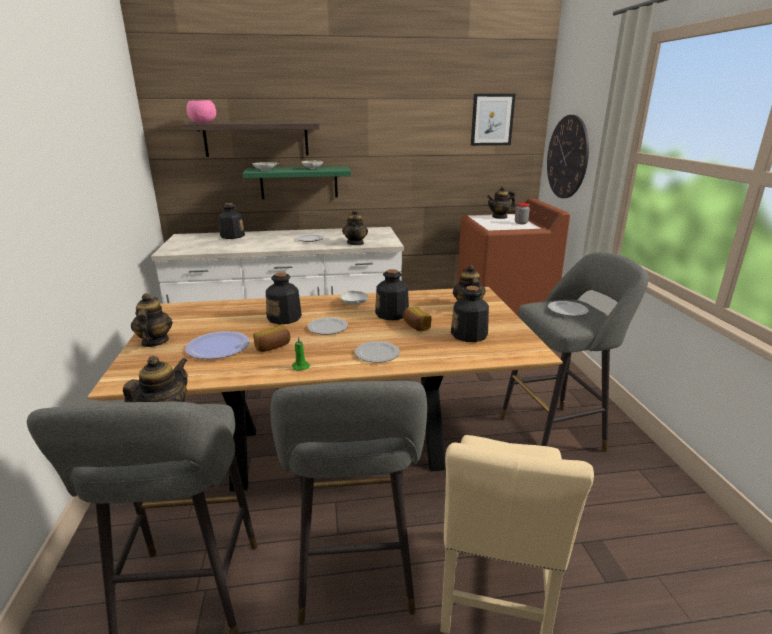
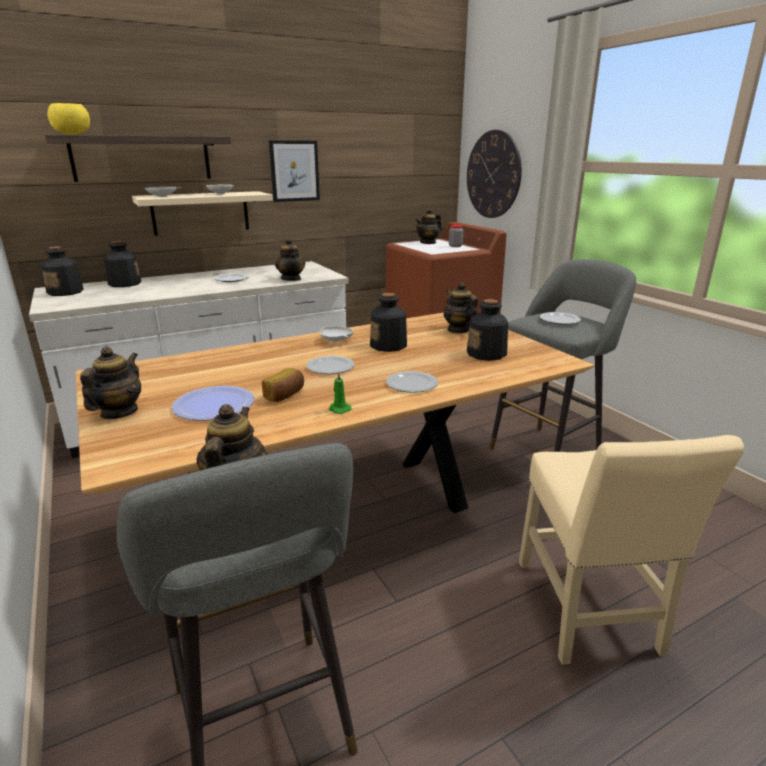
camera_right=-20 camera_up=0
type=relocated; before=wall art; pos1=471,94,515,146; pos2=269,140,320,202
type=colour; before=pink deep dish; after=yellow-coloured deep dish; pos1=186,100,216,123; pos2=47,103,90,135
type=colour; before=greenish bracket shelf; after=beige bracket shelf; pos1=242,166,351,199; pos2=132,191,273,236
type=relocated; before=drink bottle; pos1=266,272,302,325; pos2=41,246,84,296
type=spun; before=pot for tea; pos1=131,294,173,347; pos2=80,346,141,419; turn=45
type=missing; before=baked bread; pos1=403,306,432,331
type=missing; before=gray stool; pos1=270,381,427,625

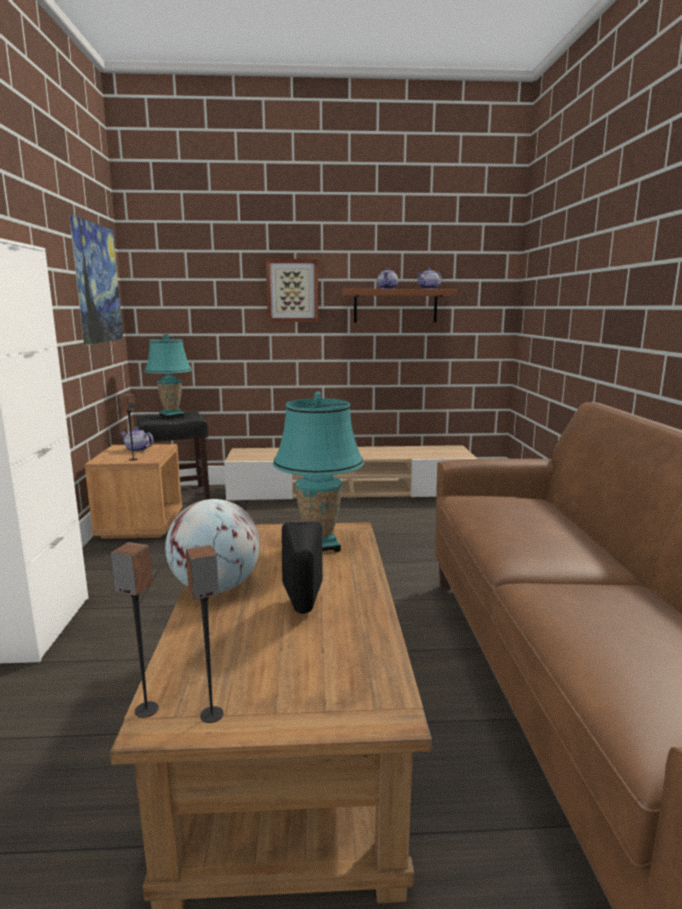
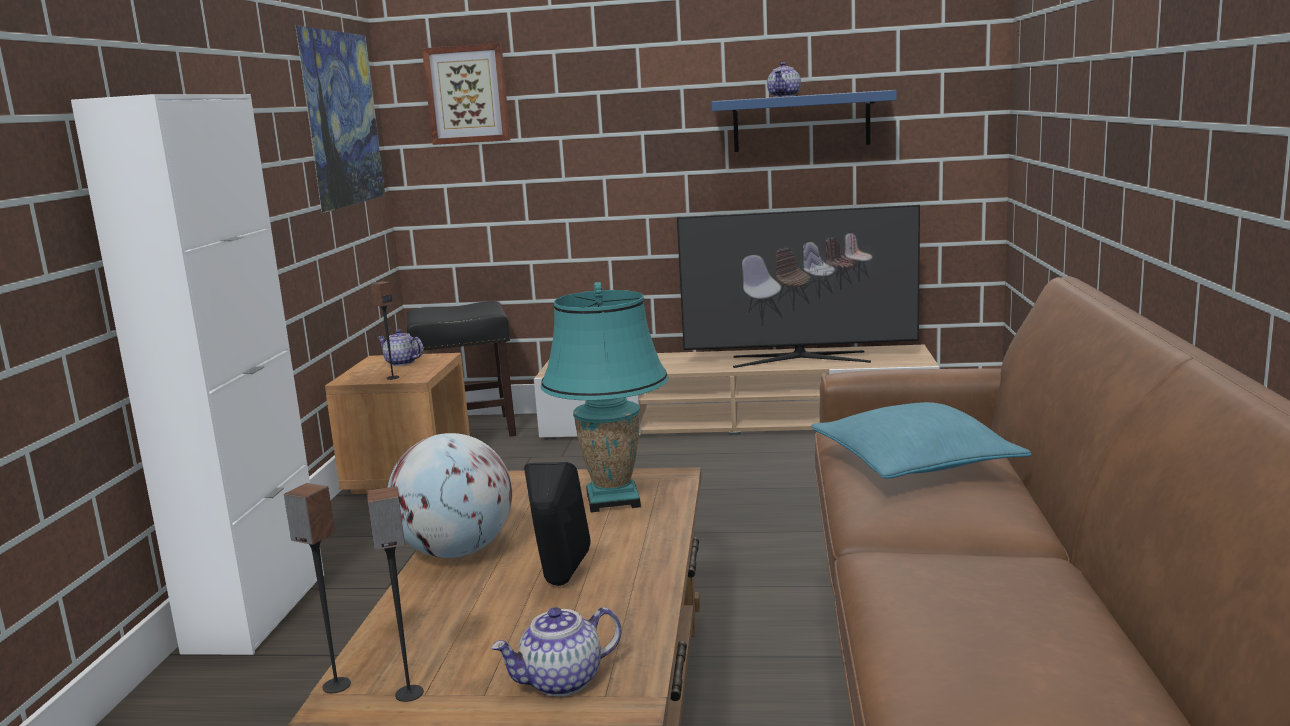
camera_right=10 camera_up=0
type=relocated; before=wall art; pos1=266,259,318,322; pos2=422,43,510,145
type=relocated; before=pot for tea; pos1=416,268,442,289; pos2=491,607,621,696
type=colour; before=brownish bracket shelf; after=blue-coloured bracket shelf; pos1=342,289,457,323; pos2=711,90,897,152
type=missing; before=blue-green tabletop lamp; pos1=144,334,192,419
type=appeared; after=TV; pos2=677,205,920,368
type=appeared; after=blue-green throw pillow; pos2=811,402,1032,479

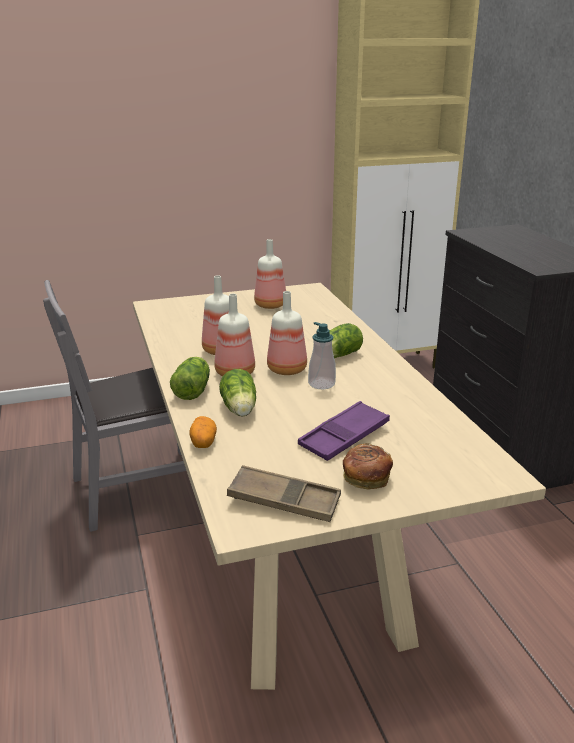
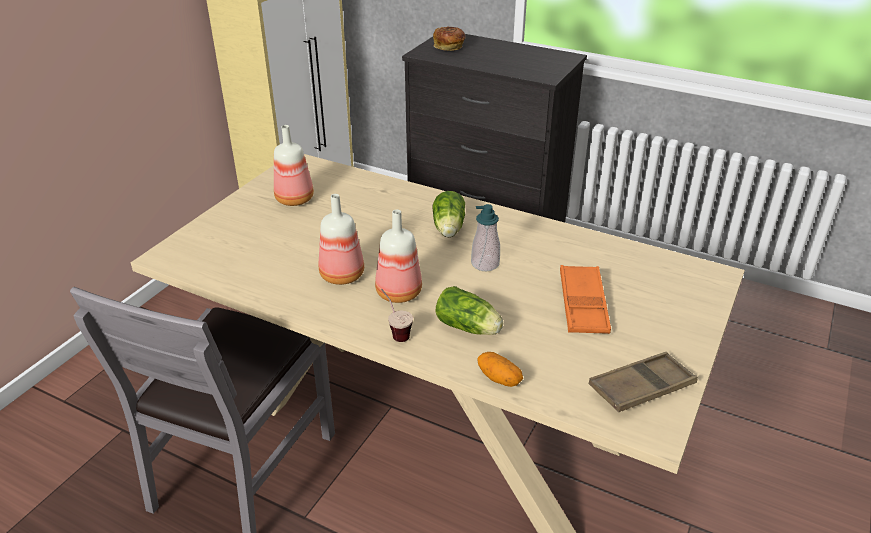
camera_right=-45 camera_up=10
type=missing; before=drink bottle; pos1=267,291,307,375
type=exchanged; before=lettuce; after=drinking cup; pos1=170,357,210,400; pos2=381,289,413,342
type=colour; before=purplish serving tray; after=orangey serving tray; pos1=298,401,390,461; pos2=560,265,611,334
type=relocated; before=baked bread; pos1=343,443,393,490; pos2=433,26,465,51

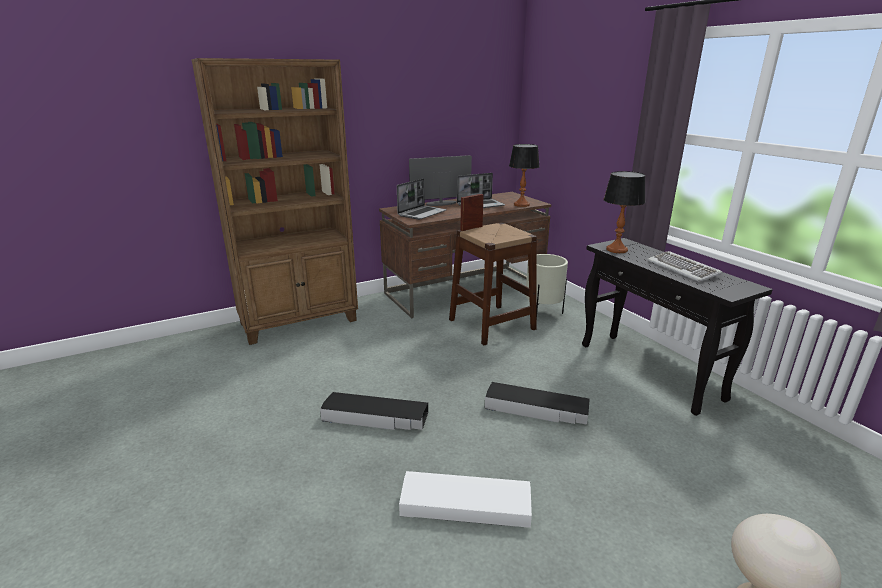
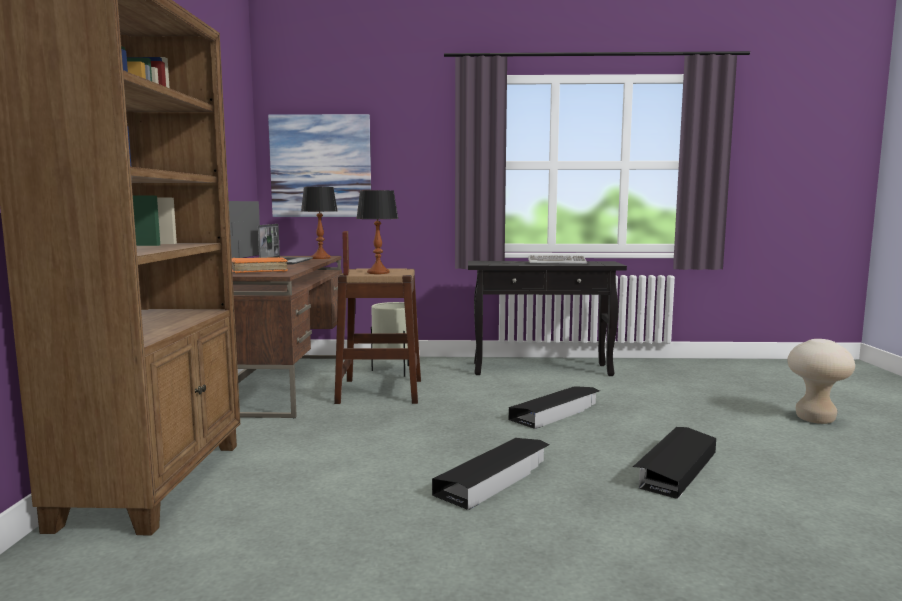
camera_right=-60 camera_up=-15
type=relocated; before=tabletop lamp; pos1=603,171,645,253; pos2=356,190,399,274
type=exchanged; before=portable computer; after=orangey volume; pos1=397,178,447,220; pos2=232,257,288,273
type=colour; before=white-coloured storage container; after=blackish storage container; pos1=399,471,532,528; pos2=633,427,716,499
type=appeared; after=wall art; pos2=268,114,371,217

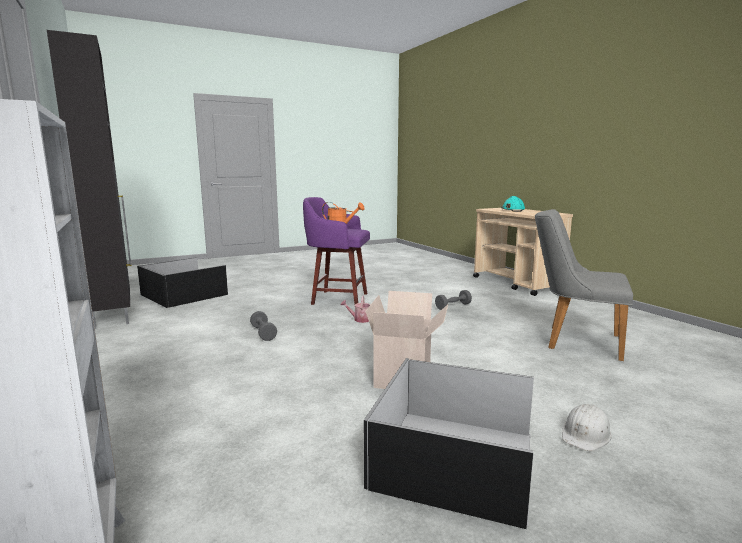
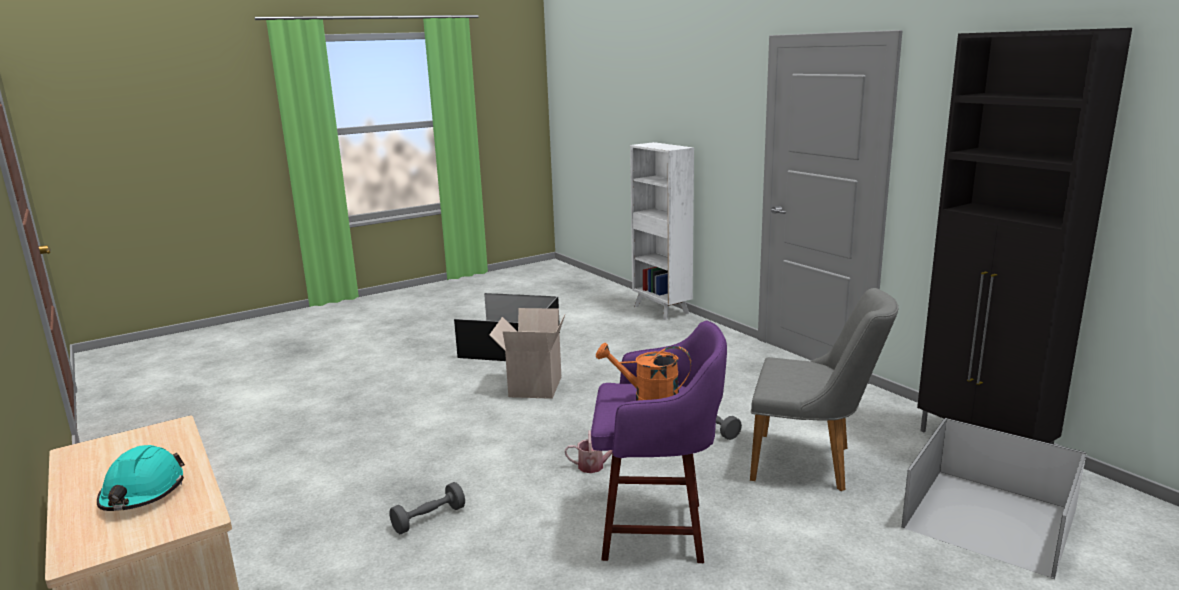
camera_right=175 camera_up=5
type=relocated; before=gray chair; pos1=535,209,633,361; pos2=750,288,898,491
type=colour; before=blackish storage container; after=white-coloured storage container; pos1=137,257,228,308; pos2=902,418,1087,579
type=missing; before=white-coloured safety helmet; pos1=562,404,612,451

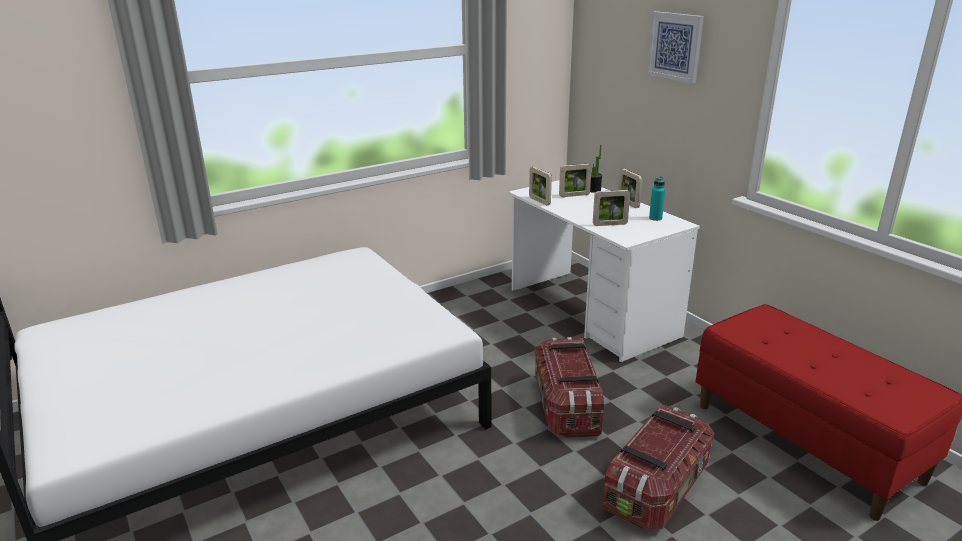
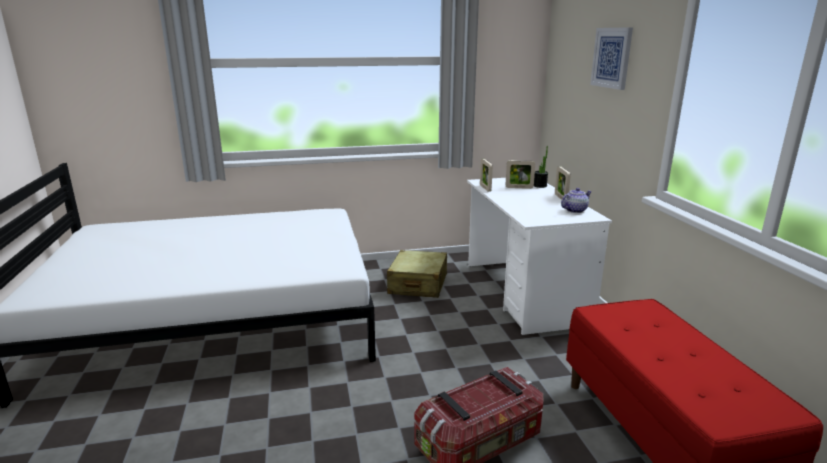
camera_right=20 camera_up=-5
type=exchanged; before=blue-green drink bottle; after=pot for tea; pos1=649,176,665,221; pos2=561,188,592,213
type=missing; before=standing frame; pos1=593,190,630,226
type=missing; before=storage container; pos1=534,337,604,438
type=appeared; after=beige suitcase; pos2=387,250,447,298

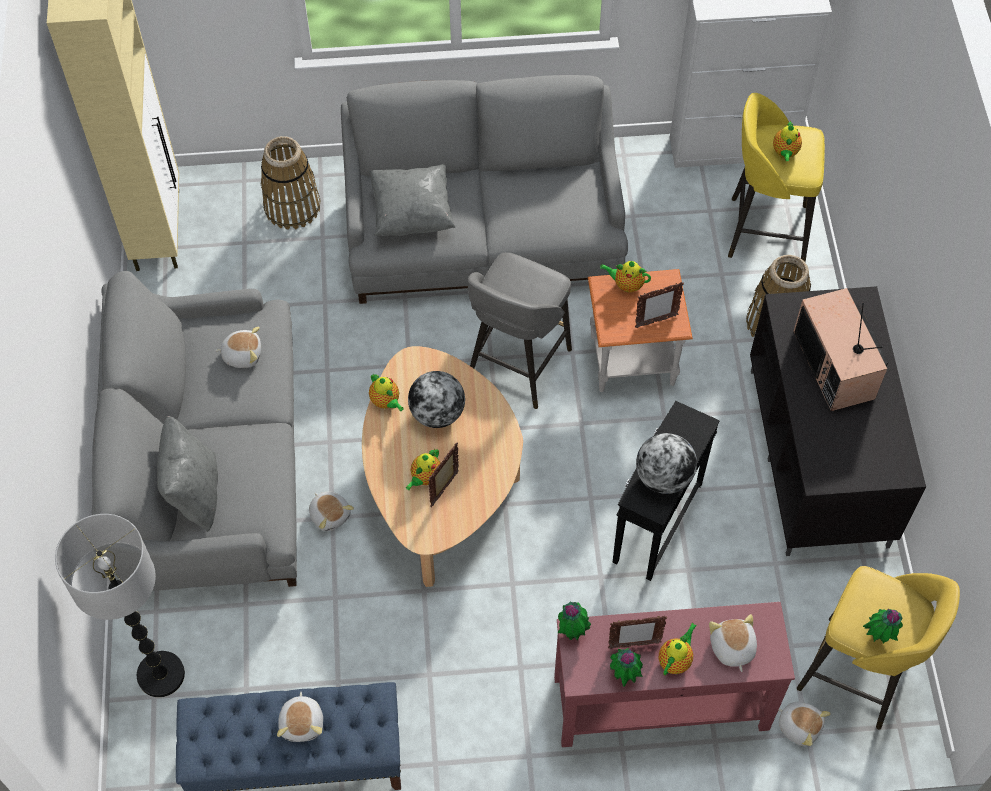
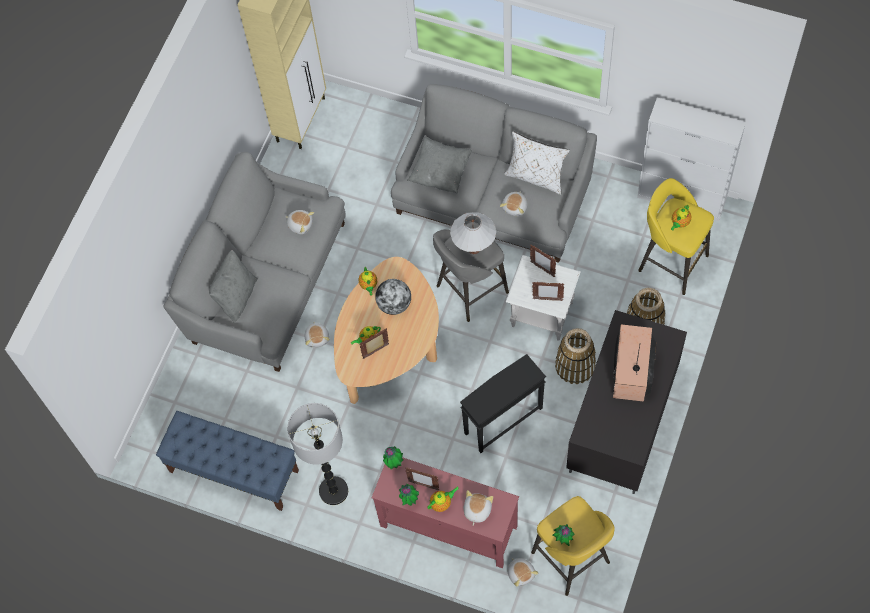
camera_right=30 camera_up=5
type=relocated; before=basket; pos1=261,136,320,230; pos2=555,328,596,384
type=exchanged; before=pot for tea; after=standing frame; pos1=600,261,651,292; pos2=530,244,556,277
type=colour; before=orangey accent table; after=white-coloured accent table; pos1=588,269,693,392; pos2=506,255,580,341
type=missing; before=world globe; pos1=636,433,697,494
type=relocated; before=floor lamp; pos1=55,514,185,697; pos2=287,403,348,505
type=relocated; before=soft toy; pos1=277,692,323,742; pos2=500,191,527,216
type=appeared; after=white-coloured throw pillow; pos2=504,131,570,195
type=appeared; after=white-coloured tabletop lamp; pos2=450,212,496,254

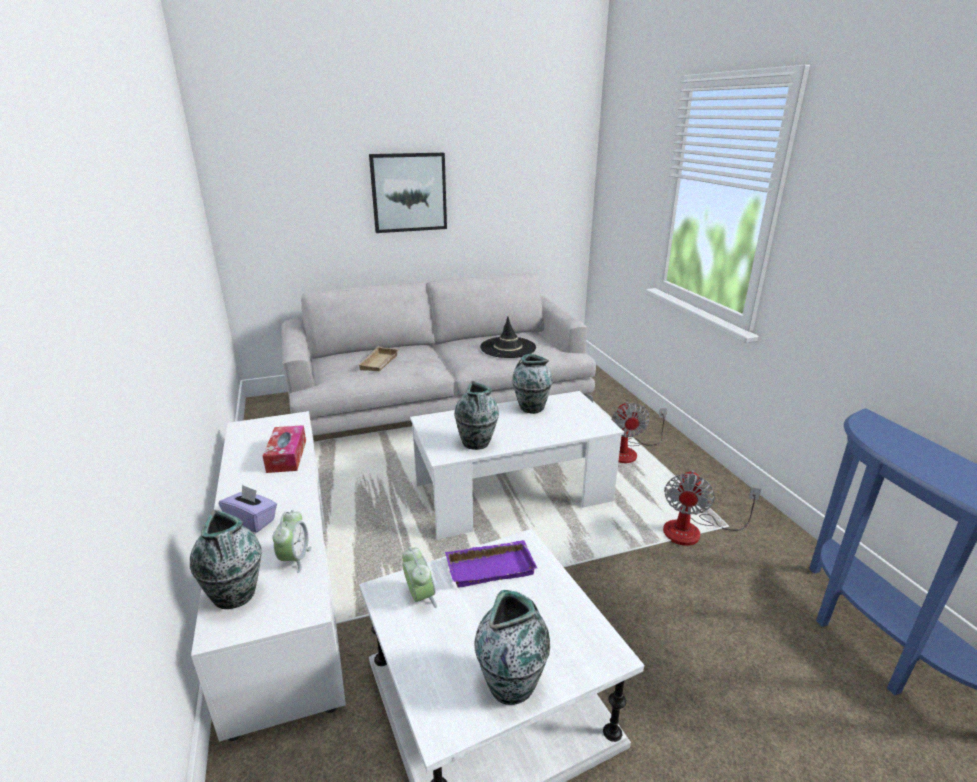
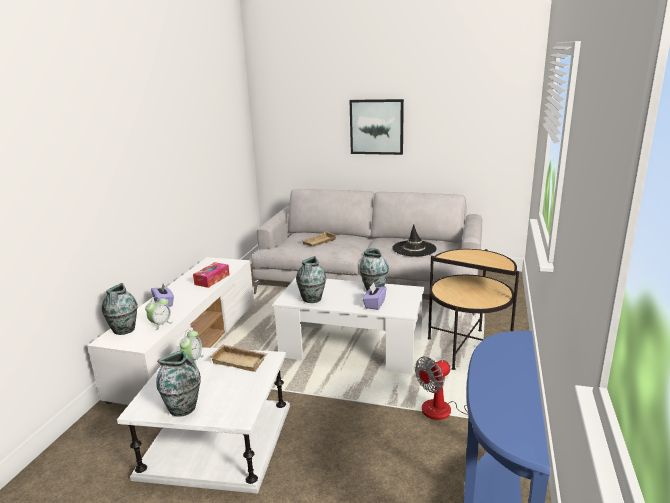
camera_right=35 camera_up=-5
type=exchanged; before=fan; after=accent table; pos1=611,402,667,463; pos2=427,249,519,370
type=colour; before=purplish serving tray; after=beige serving tray; pos1=445,540,537,588; pos2=209,345,268,372
type=appeared; after=purplish box of tissues; pos2=363,283,387,310

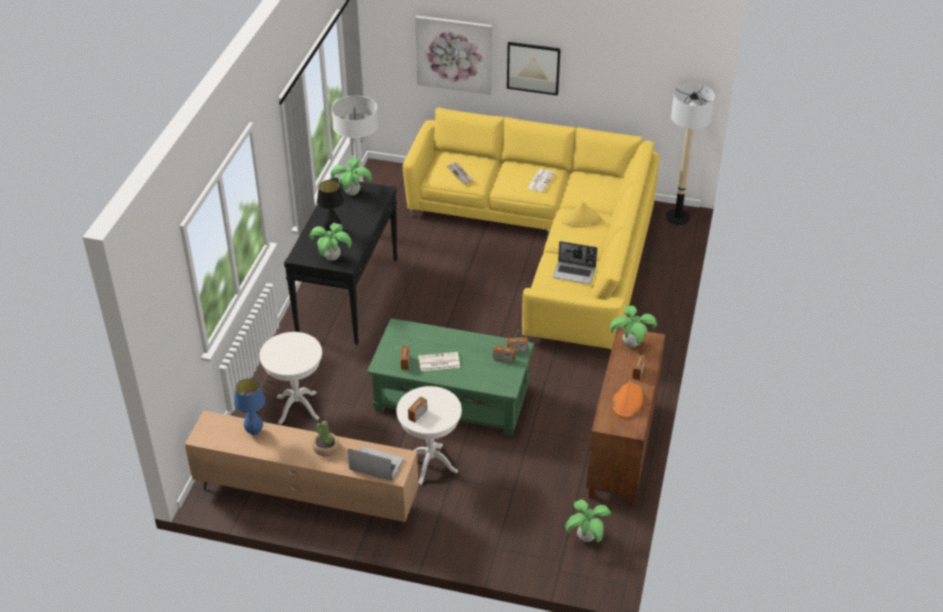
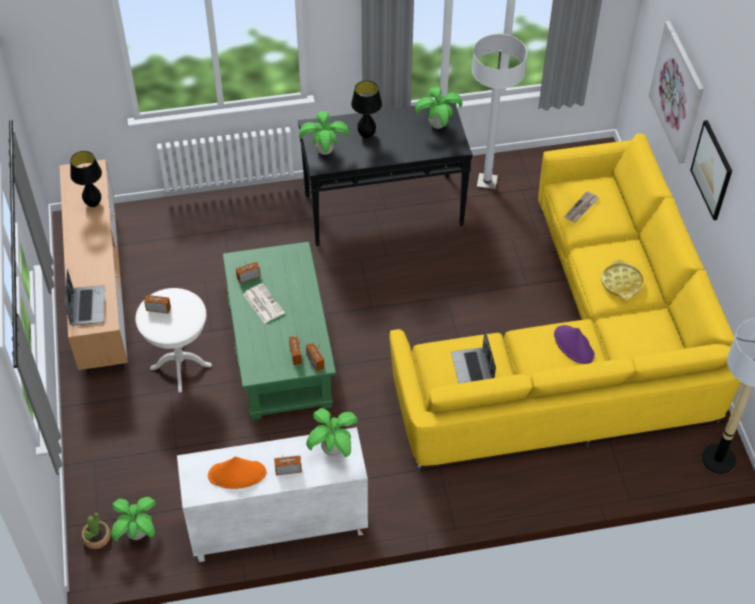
camera_right=65 camera_up=10
type=exchanged; before=printed paper; after=yellow-coloured serving tray; pos1=527,169,555,192; pos2=601,260,644,299
type=colour; before=yellow-coloured hat; after=purplish hat; pos1=562,202,601,227; pos2=554,325,595,364
type=colour; before=brownish cabinet; after=white-coloured cabinet; pos1=586,327,666,506; pos2=177,427,368,562
type=missing; before=white-coloured accent table; pos1=259,332,322,425
type=colour; before=blue-coloured tabletop lamp; after=blackish tabletop lamp; pos1=234,378,266,435; pos2=70,151,102,207
type=relocated; before=potted plant; pos1=313,421,339,457; pos2=81,513,111,549

